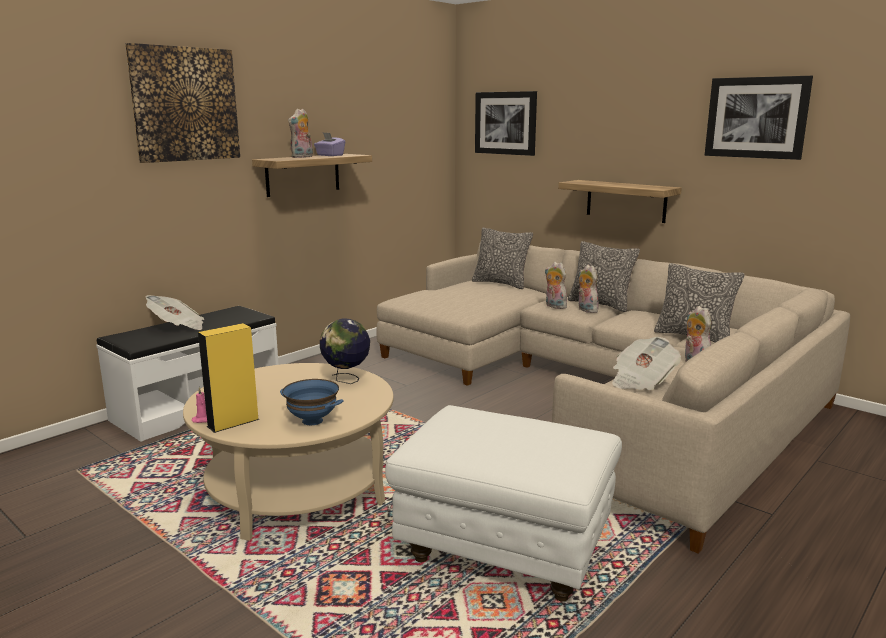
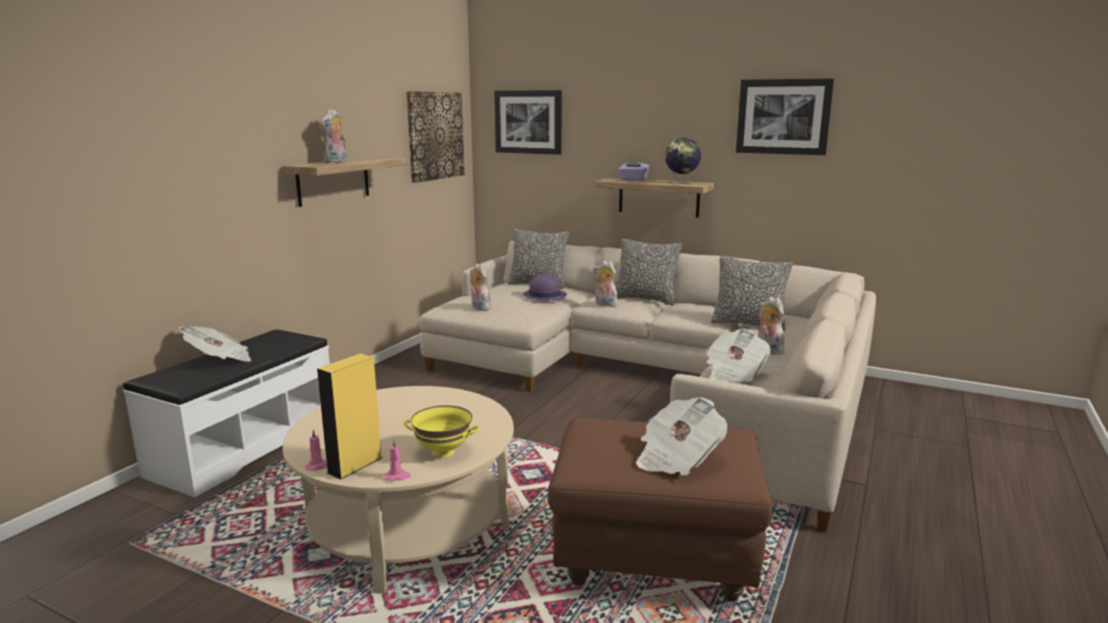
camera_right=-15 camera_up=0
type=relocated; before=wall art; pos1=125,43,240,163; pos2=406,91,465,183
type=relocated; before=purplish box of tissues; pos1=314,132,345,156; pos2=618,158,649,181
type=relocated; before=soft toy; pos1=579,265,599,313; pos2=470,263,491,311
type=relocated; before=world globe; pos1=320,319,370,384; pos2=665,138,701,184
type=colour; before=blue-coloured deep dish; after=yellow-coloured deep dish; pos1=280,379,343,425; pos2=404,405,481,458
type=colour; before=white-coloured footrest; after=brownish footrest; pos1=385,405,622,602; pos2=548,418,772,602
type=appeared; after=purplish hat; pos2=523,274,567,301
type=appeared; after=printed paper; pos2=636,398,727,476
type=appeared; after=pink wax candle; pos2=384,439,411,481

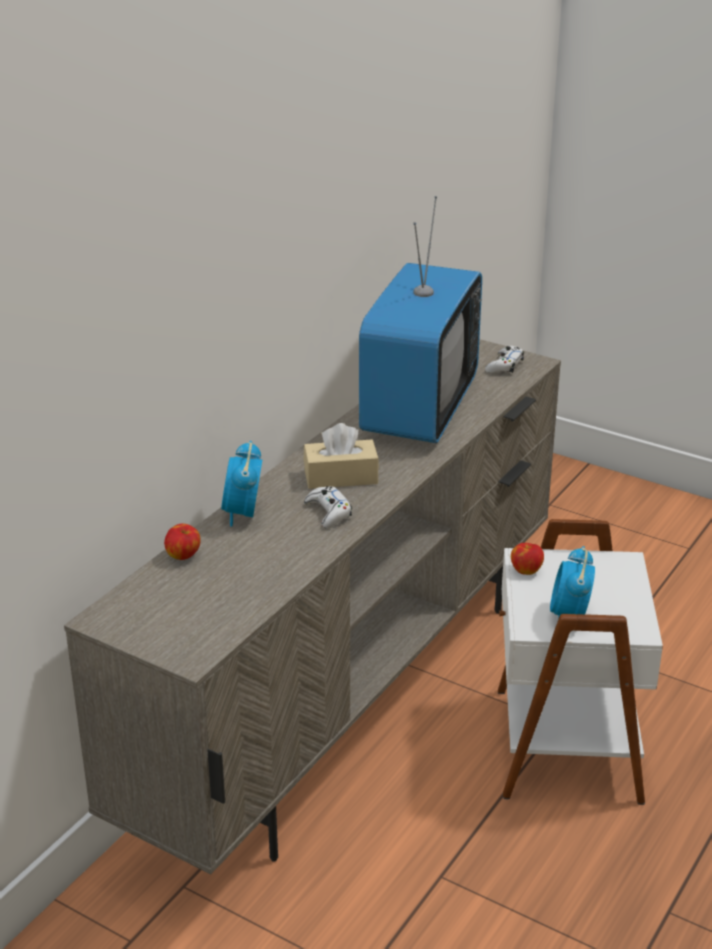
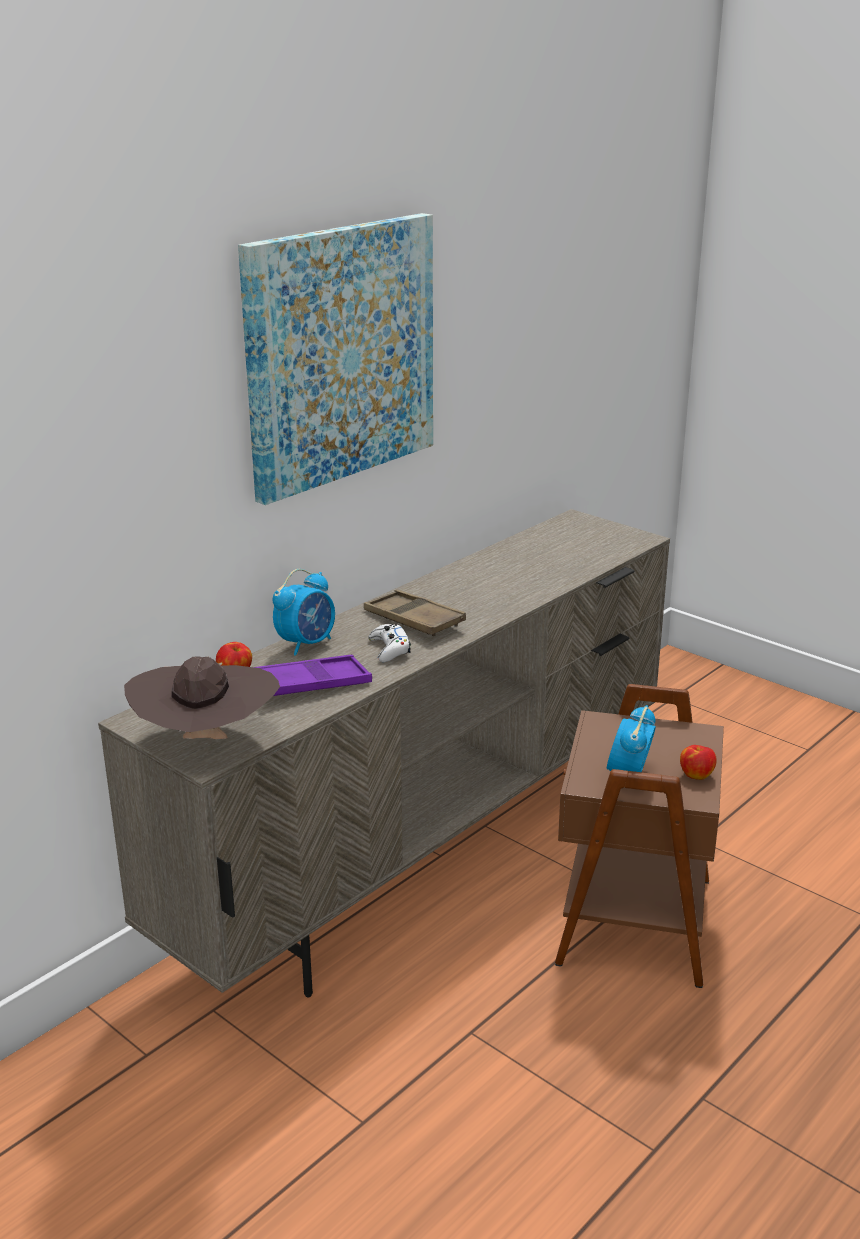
camera_right=10 camera_up=-5
type=missing; before=TV; pos1=359,196,482,443
type=missing; before=white-coloured game controller; pos1=485,346,524,373
type=exchanged; before=beige box of tissues; after=brownish serving tray; pos1=304,423,379,489; pos2=364,590,466,636
type=spun; before=table clock; pos1=221,441,262,526; pos2=273,569,335,656; turn=-150
type=colour; before=white-coloured accent table; after=brownish accent table; pos1=498,519,663,805; pos2=555,684,724,988
type=relocated; before=apple fruit; pos1=511,543,544,575; pos2=680,745,717,780
type=appeared; after=wall art; pos2=238,213,433,505
type=appeared; after=purplish serving tray; pos2=254,655,372,696
type=appeared; after=brownish hat; pos2=124,657,280,739

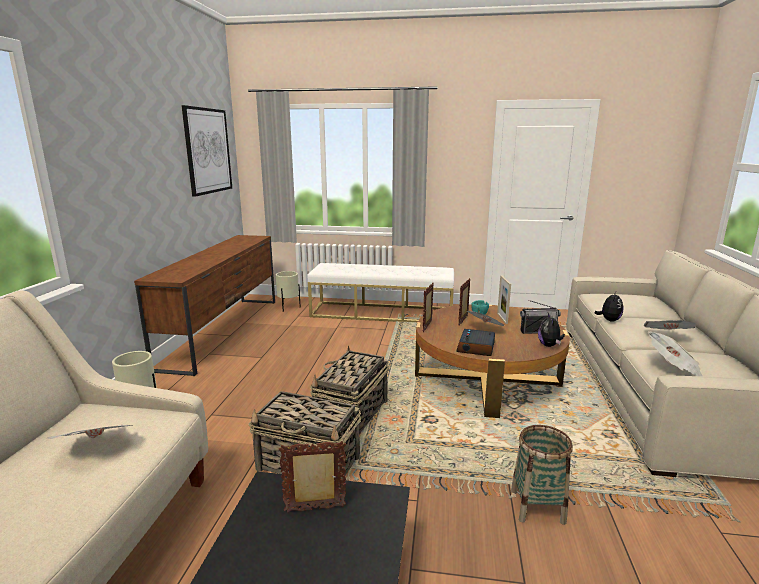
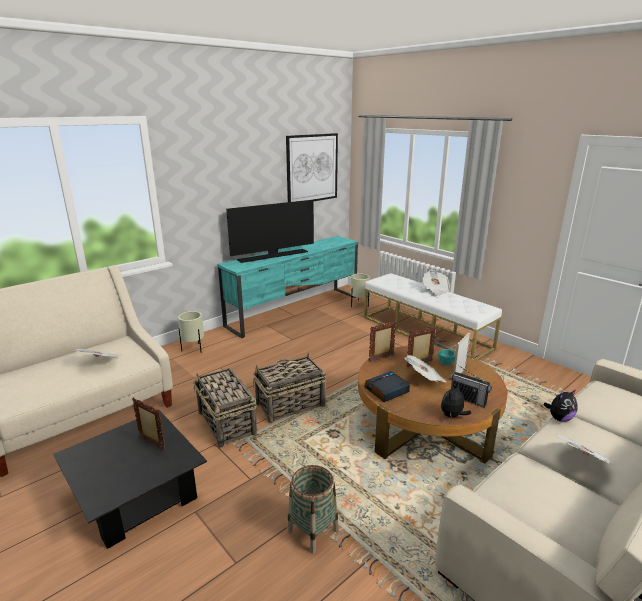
camera_right=40 camera_up=5
type=colour; before=brownish tv stand; after=blue-green tv stand; pos1=134,235,275,376; pos2=217,236,358,338
type=relocated; before=printed paper; pos1=648,331,703,377; pos2=423,270,450,296
type=appeared; after=TV; pos2=226,200,314,263

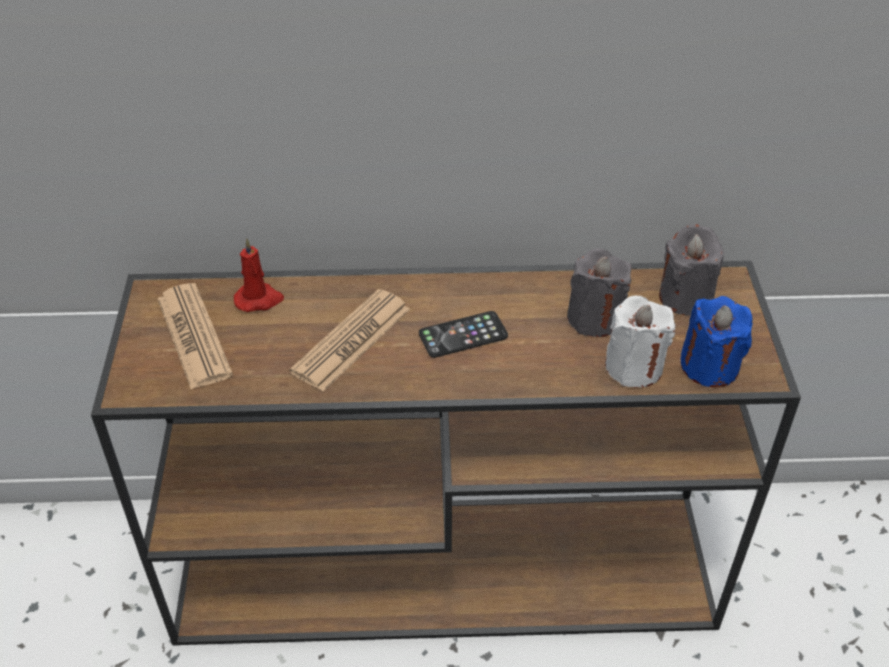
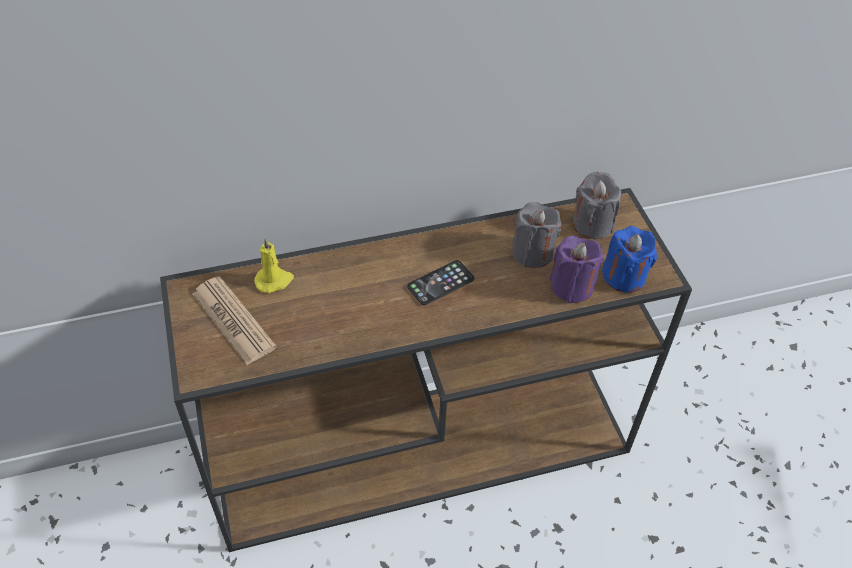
camera_right=-15 camera_up=5
type=colour; before=red-coloured wax candle; after=yellow-coloured wax candle; pos1=234,238,284,312; pos2=254,238,294,293
type=missing; before=printed paper; pos1=290,289,410,392
type=colour; before=white-coloured wax candle; after=purplish wax candle; pos1=605,296,676,388; pos2=550,236,604,303

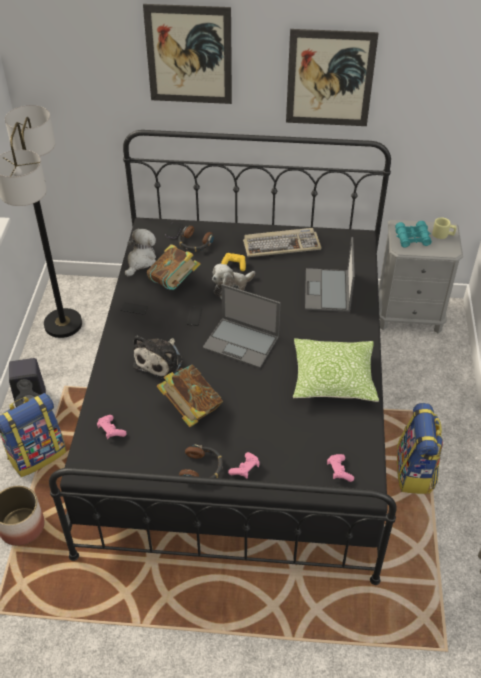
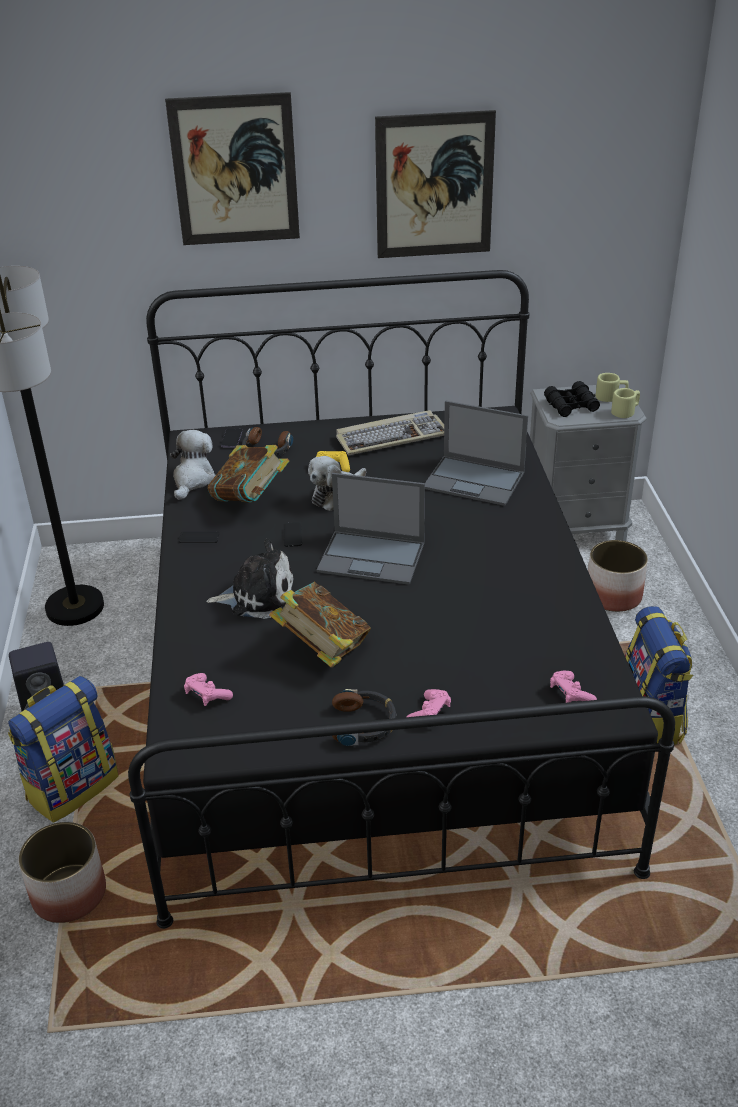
camera_right=-10 camera_up=-10
type=colour; before=blue-green binoculars; after=blackish binoculars; pos1=395,221,432,248; pos2=544,381,600,417
type=spun; before=portable computer; pos1=305,237,355,312; pos2=425,401,528,506; turn=-60
type=spun; before=soft toy; pos1=133,335,183,380; pos2=207,539,294,619; turn=-105
type=missing; before=throw pillow; pos1=293,338,379,402
type=appeared; after=beige tea mug; pos2=611,388,640,418
type=appeared; after=plant pot; pos2=588,540,648,612

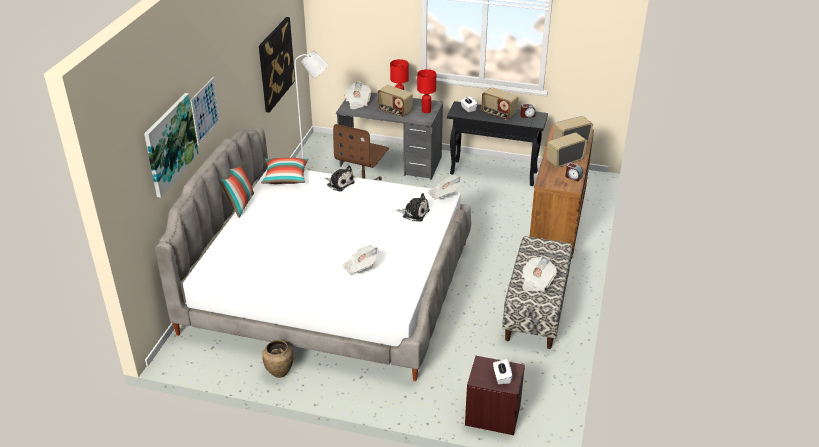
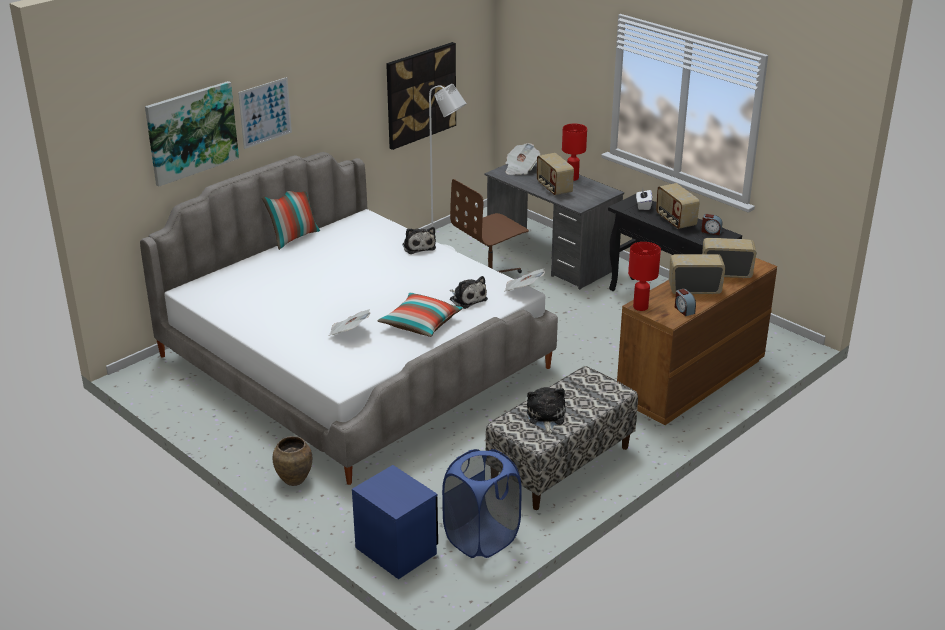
camera_right=30 camera_up=-5
type=relocated; before=red-coloured tabletop lamp; pos1=417,69,436,113; pos2=628,242,661,311
type=relocated; before=throw pillow; pos1=261,158,308,184; pos2=378,292,463,337
type=exchanged; before=printed paper; after=soft toy; pos1=521,256,557,292; pos2=527,387,566,434
type=relocated; before=brownish vase; pos1=262,340,293,378; pos2=272,436,312,486
type=colour; before=brownish bedside table; after=blue-coloured bedside table; pos1=465,356,525,435; pos2=352,465,438,579
type=missing; before=white-coloured box of tissues; pos1=493,359,512,384
type=appeared; after=blue-coloured washing basket; pos2=442,449,522,558

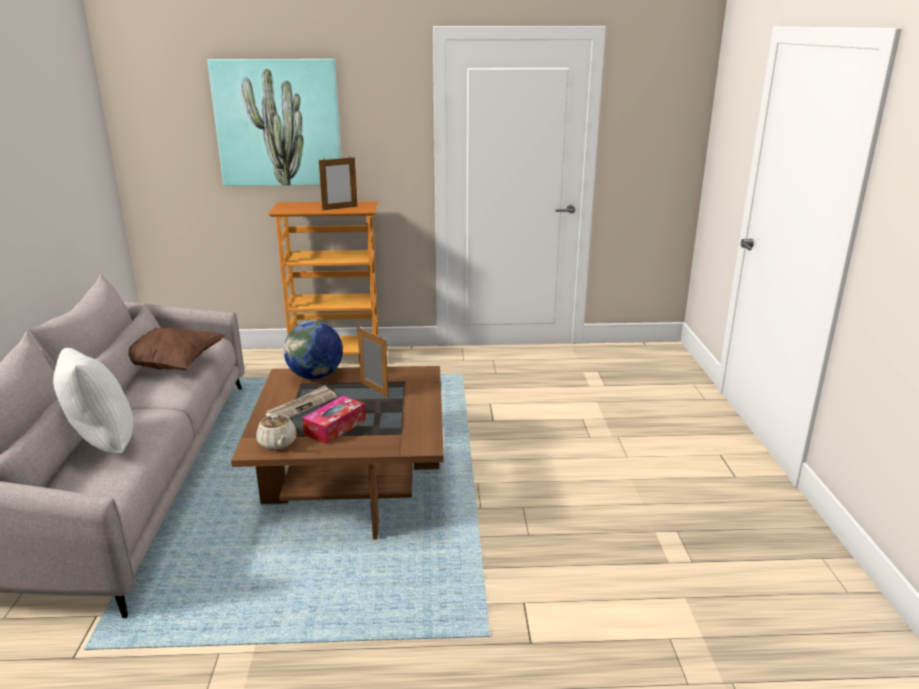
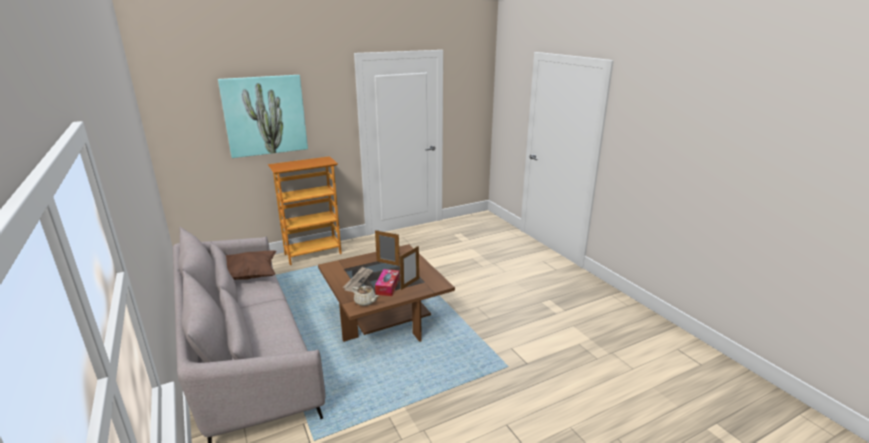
camera_right=-25 camera_up=0
type=relocated; before=standing frame; pos1=319,156,358,210; pos2=400,246,419,290
type=missing; before=world globe; pos1=283,321,343,379
type=missing; before=white-coloured throw pillow; pos1=53,348,133,454

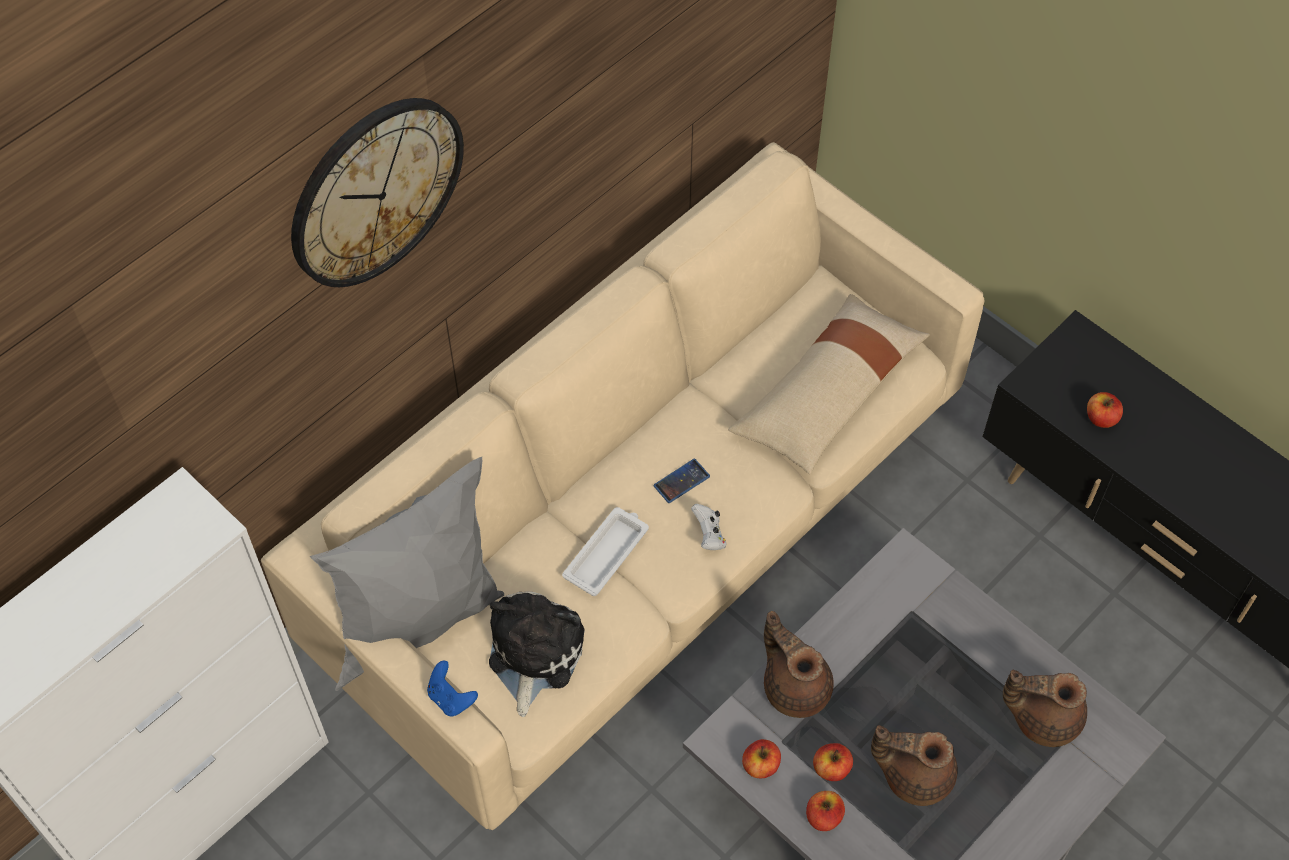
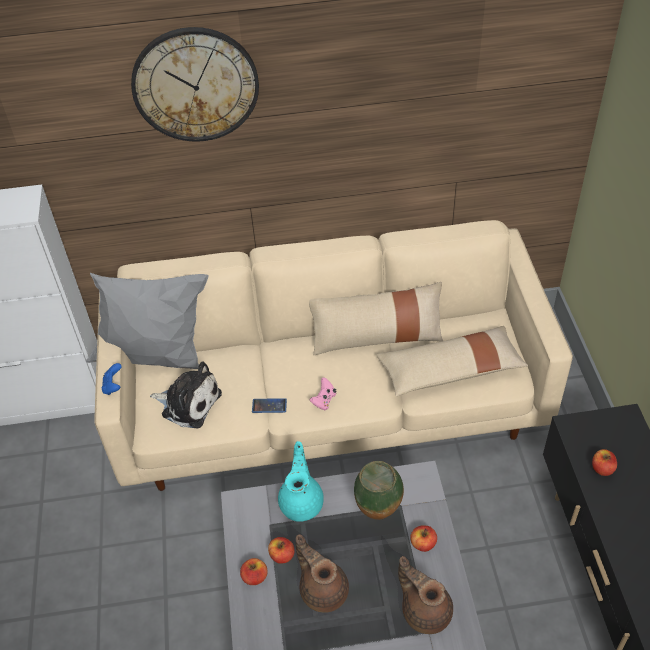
camera_right=40 camera_up=-10
type=relocated; before=handset; pos1=653,459,710,503; pos2=252,398,287,413
type=colour; before=white-coloured game controller; after=pink game controller; pos1=691,504,727,550; pos2=309,378,336,410
type=missing; before=white-coloured serving tray; pos1=562,507,649,596
type=spun; before=soft toy; pos1=489,591,585,717; pos2=150,361,222,428; turn=60
type=colour; before=brownish pot for tea; after=blue-green pot for tea; pos1=764,611,834,718; pos2=278,441,324,522
type=relocated; before=apple fruit; pos1=742,739,781,778; pos2=410,525,437,552
type=appeared; after=beige throw pillow; pos2=309,282,443,355
type=appeared; after=vase; pos2=354,461,404,520

